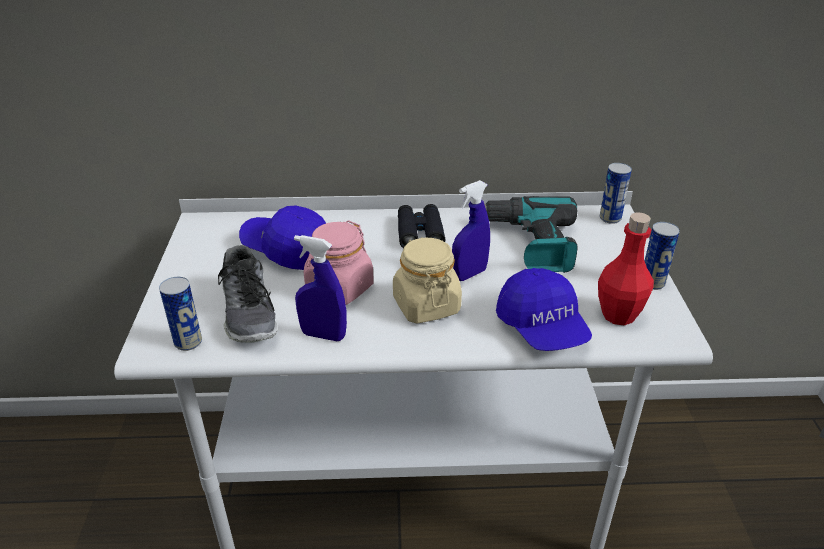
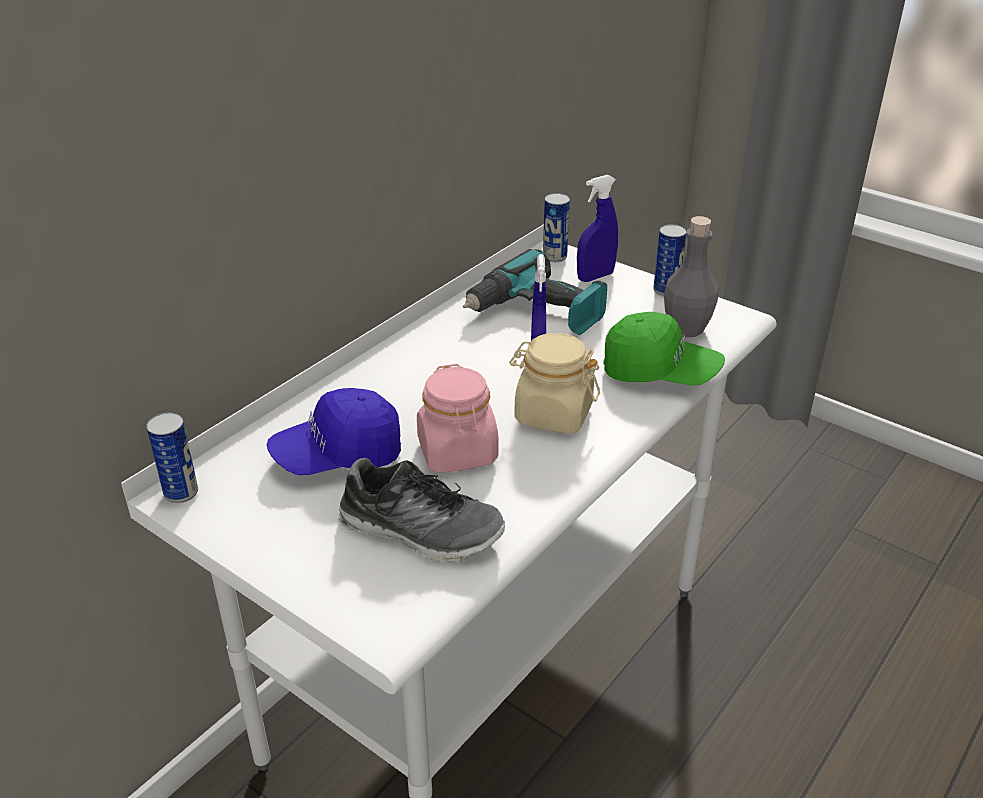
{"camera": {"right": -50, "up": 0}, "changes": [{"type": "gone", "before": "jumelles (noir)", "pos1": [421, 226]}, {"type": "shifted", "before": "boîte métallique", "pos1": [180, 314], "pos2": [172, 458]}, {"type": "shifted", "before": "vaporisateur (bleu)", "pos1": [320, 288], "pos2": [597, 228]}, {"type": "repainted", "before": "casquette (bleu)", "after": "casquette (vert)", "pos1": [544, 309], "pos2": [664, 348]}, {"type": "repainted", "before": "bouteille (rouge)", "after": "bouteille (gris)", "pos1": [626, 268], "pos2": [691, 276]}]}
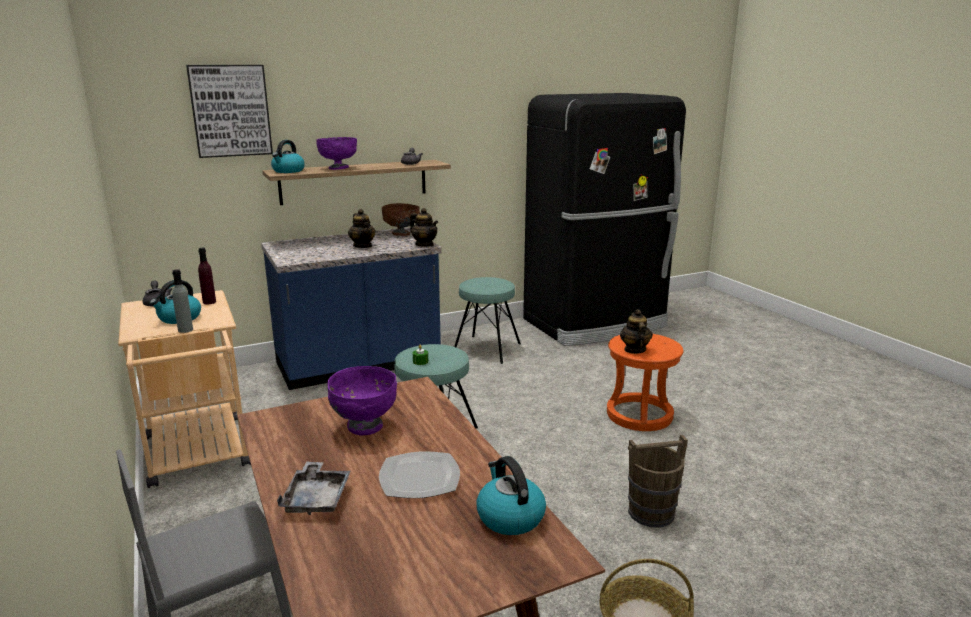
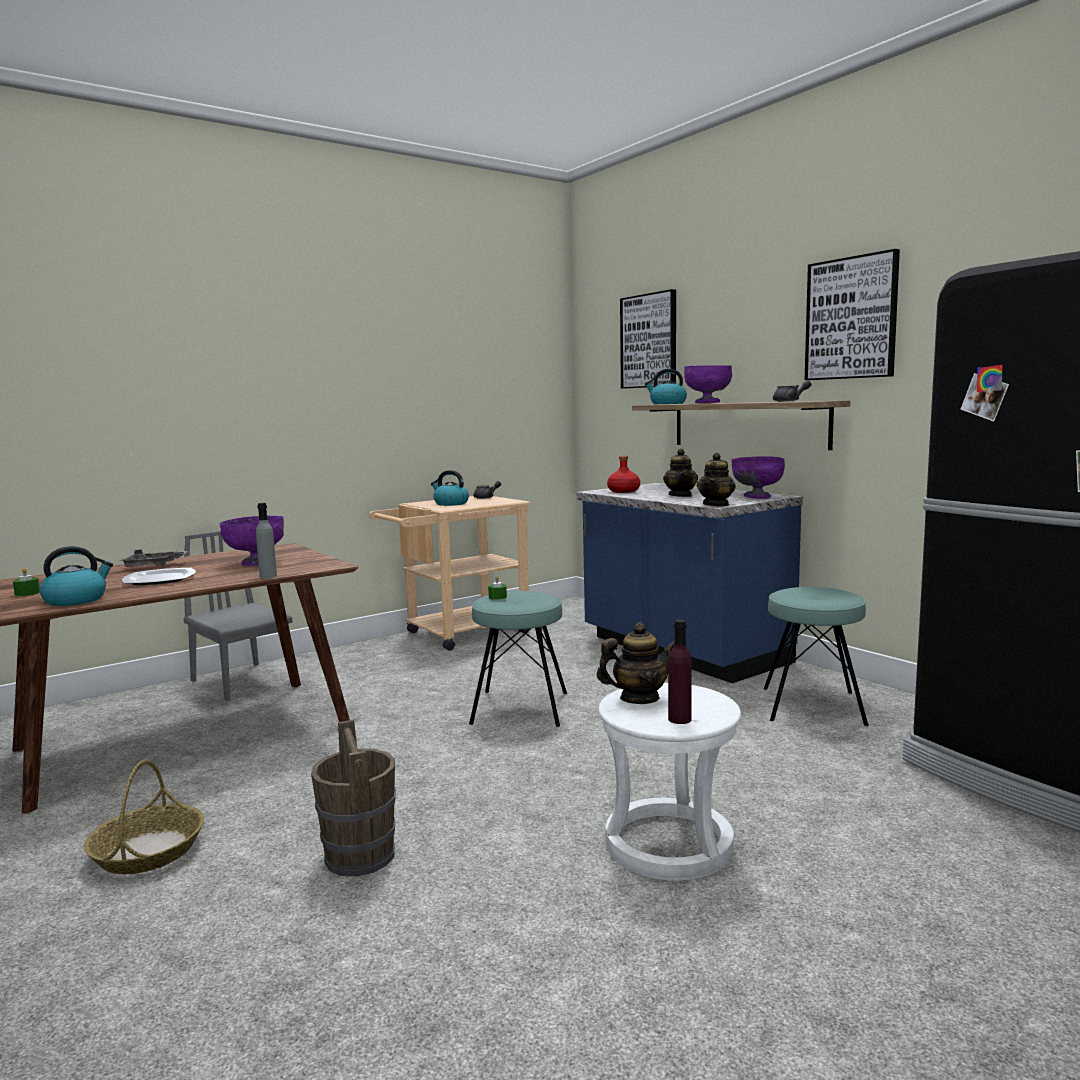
{"camera": {"right": 80, "up": -10}, "changes": [{"type": "new", "after": "bougie (vert)", "pos2": [26, 582]}, {"type": "new", "after": "bouteille (rouge)", "pos2": [623, 474]}, {"type": "new", "after": "tableau", "pos2": [852, 314]}, {"type": "shifted", "before": "bouteille (gris)", "pos1": [182, 301], "pos2": [266, 540]}, {"type": "shifted", "before": "bouteille (violet)", "pos1": [207, 276], "pos2": [680, 671]}, {"type": "repainted", "before": "bol (marron)", "after": "bol (violet)", "pos1": [400, 219], "pos2": [758, 477]}, {"type": "repainted", "before": "tabouret (orange)", "after": "tabouret (blanc)", "pos1": [645, 382], "pos2": [669, 782]}, {"type": "rotated", "before": "théière", "pos1": [362, 228], "pos2": [680, 473], "turn": -60}]}
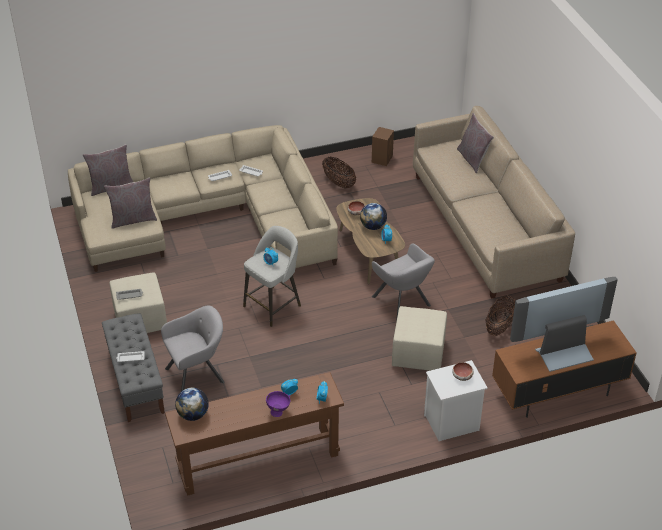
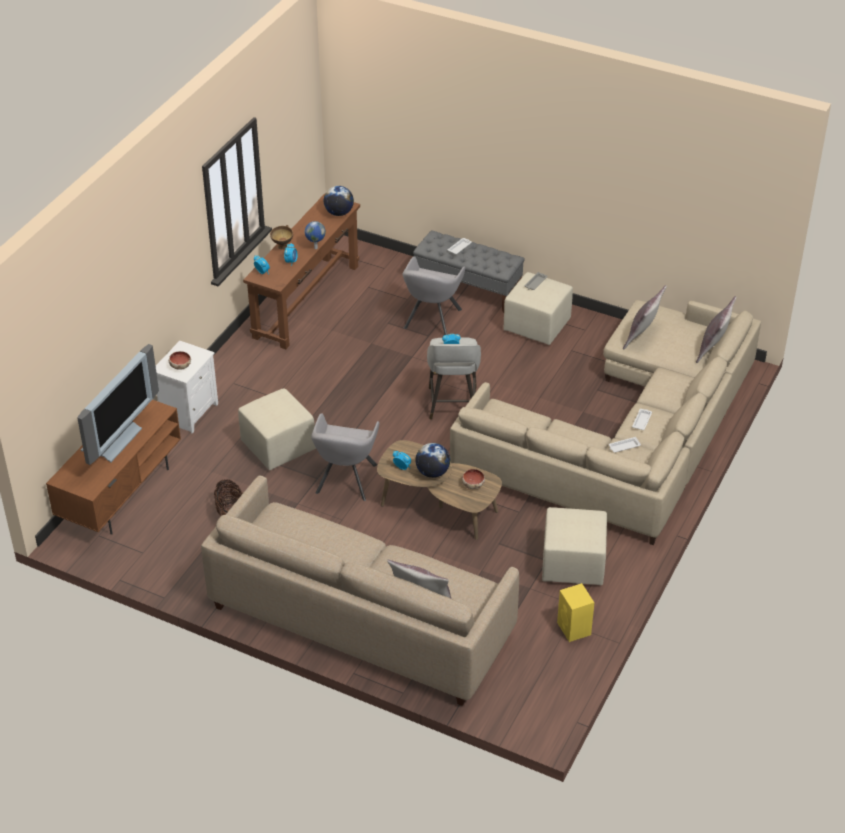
{"camera": {"right": 135, "up": 0}, "changes": [{"type": "new", "after": "globe", "pos2": [315, 235]}, {"type": "swapped", "before": "panier", "after": "pouf (beige)", "pos1": [339, 173], "pos2": [574, 546]}, {"type": "repainted", "before": "bol (violet)", "after": "bol (marron)", "pos1": [278, 404], "pos2": [281, 237]}, {"type": "repainted", "before": "enceinte (marron)", "after": "enceinte (jaune)", "pos1": [383, 146], "pos2": [575, 612]}, {"type": "rotated", "before": "fauteuil (gris)", "pos1": [403, 282], "pos2": [345, 457], "turn": -90}]}
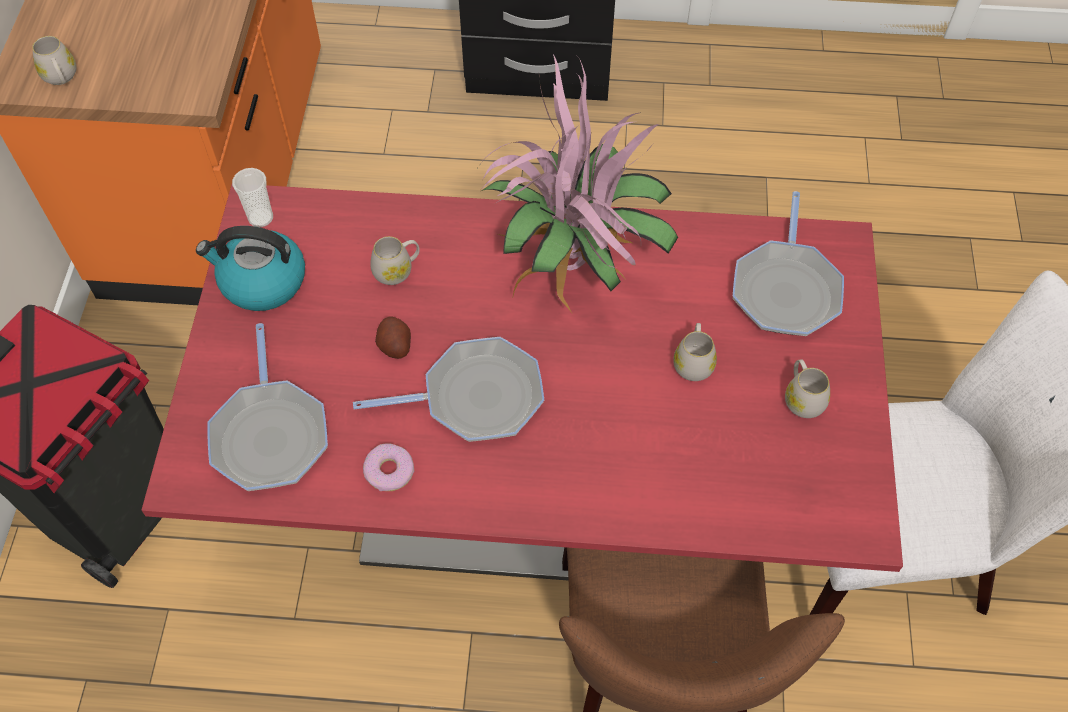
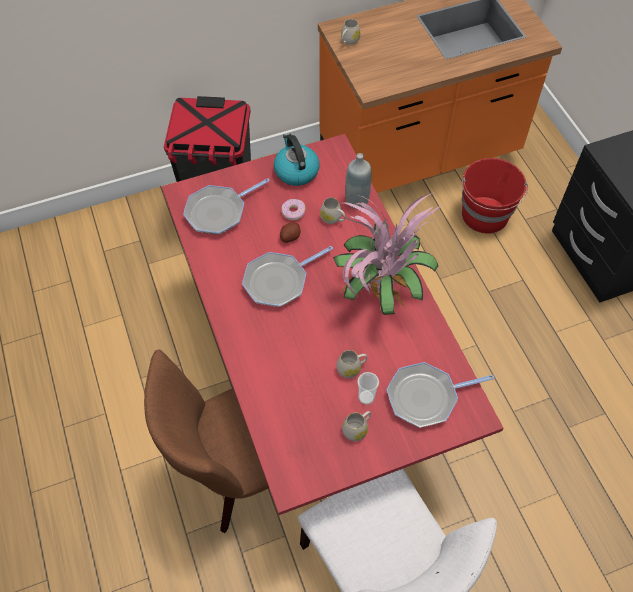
{"camera": {"right": 65, "up": 0}, "changes": [{"type": "new", "after": "bouteille (gris)", "pos2": [358, 181]}, {"type": "new", "after": "seau (rouge)", "pos2": [495, 196]}, {"type": "shifted", "before": "tasse", "pos1": [252, 197], "pos2": [368, 388]}, {"type": "shifted", "before": "beignet", "pos1": [388, 467], "pos2": [293, 210]}, {"type": "rotated", "before": "poêle", "pos1": [448, 389], "pos2": [287, 276], "turn": 90}]}
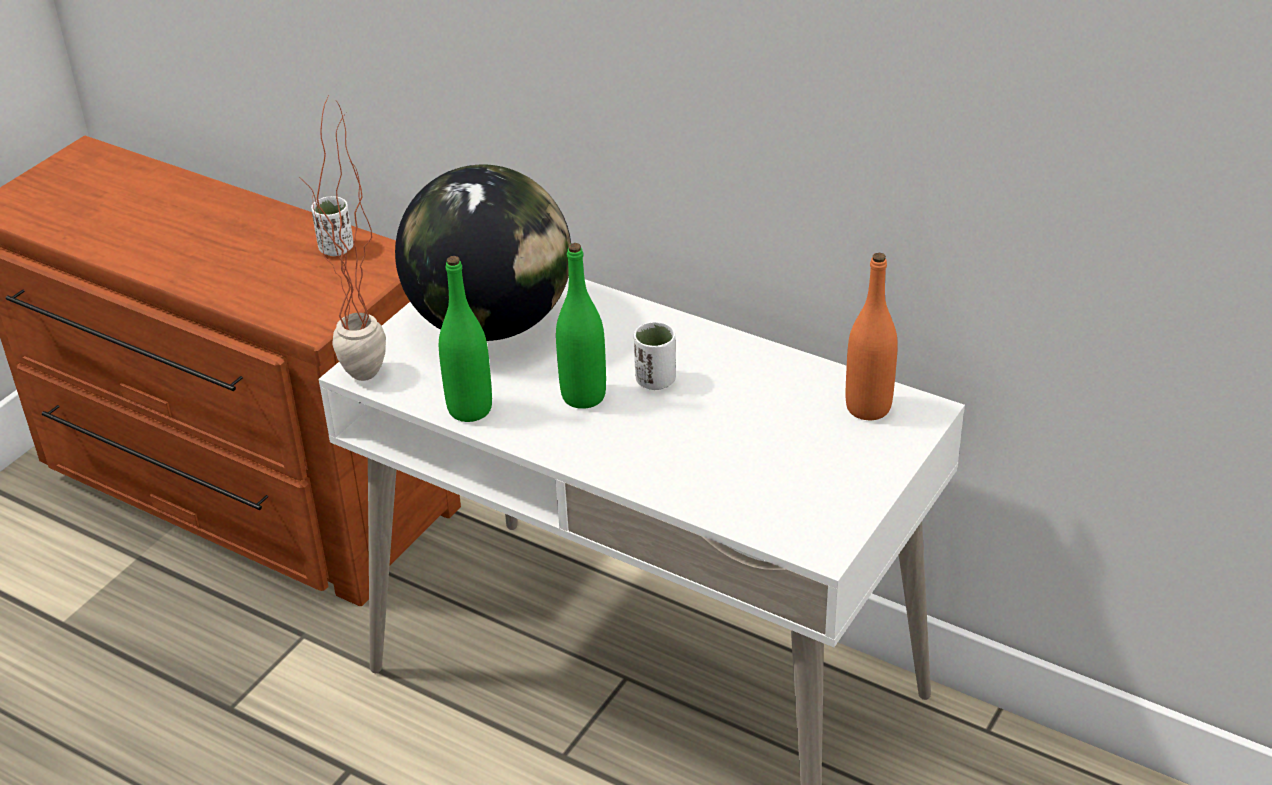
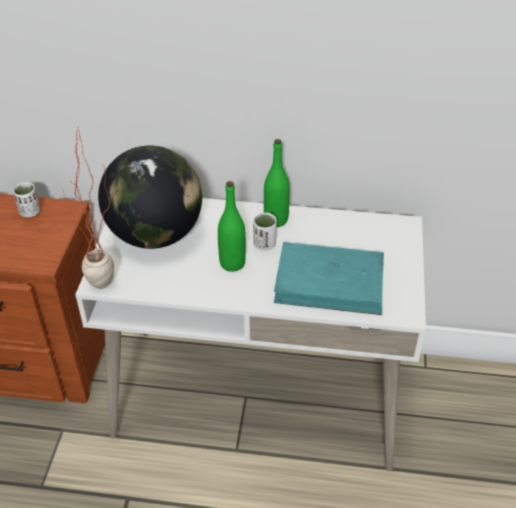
{"camera": {"right": -25, "up": 5}, "changes": [{"type": "gone", "before": "bouteille (orange)", "pos1": [872, 336]}, {"type": "new", "after": "livre (turquoise)", "pos2": [329, 278]}, {"type": "shifted", "before": "bouteille (vert)", "pos1": [465, 339], "pos2": [277, 183]}]}
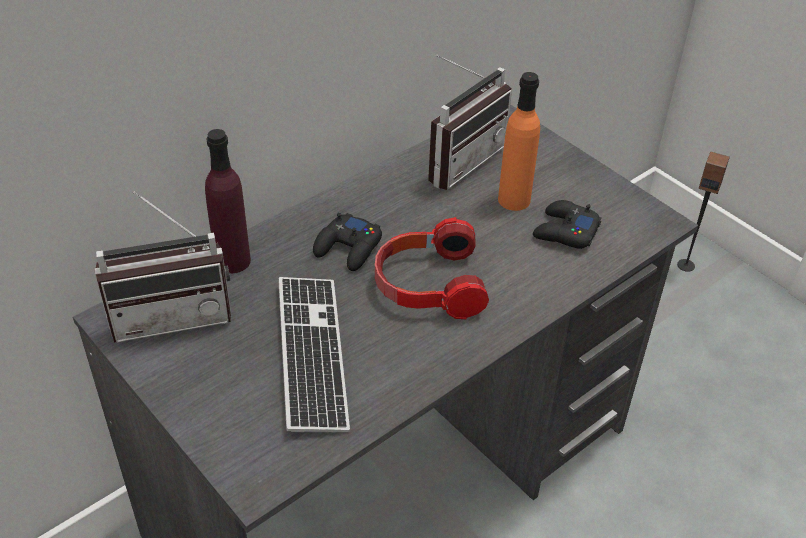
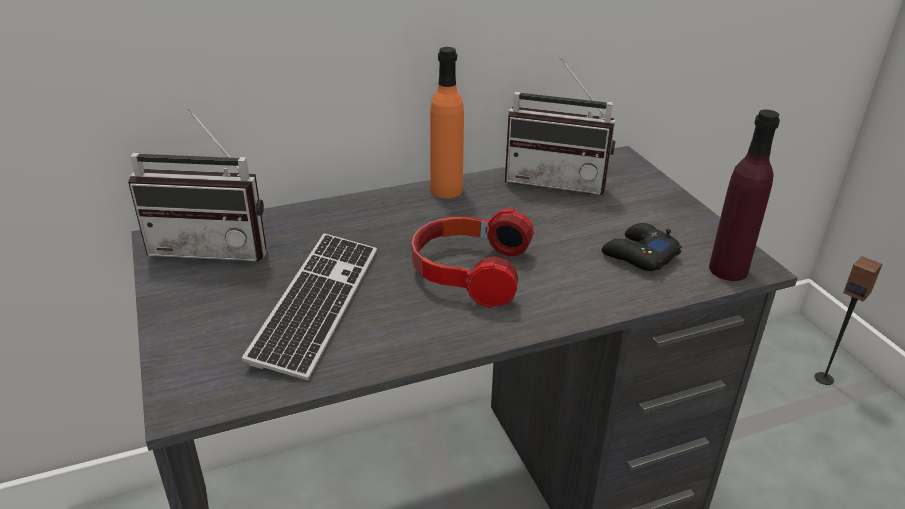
{"camera": {"right": 20, "up": -10}, "changes": [{"type": "gone", "before": "manette (noir)", "pos1": [347, 242]}, {"type": "shifted", "before": "bouteille (violet)", "pos1": [228, 201], "pos2": [744, 195]}, {"type": "shifted", "before": "bouteille (orange)", "pos1": [519, 141], "pos2": [447, 122]}, {"type": "rotated", "before": "radio", "pos1": [470, 122], "pos2": [560, 126], "turn": 45}]}
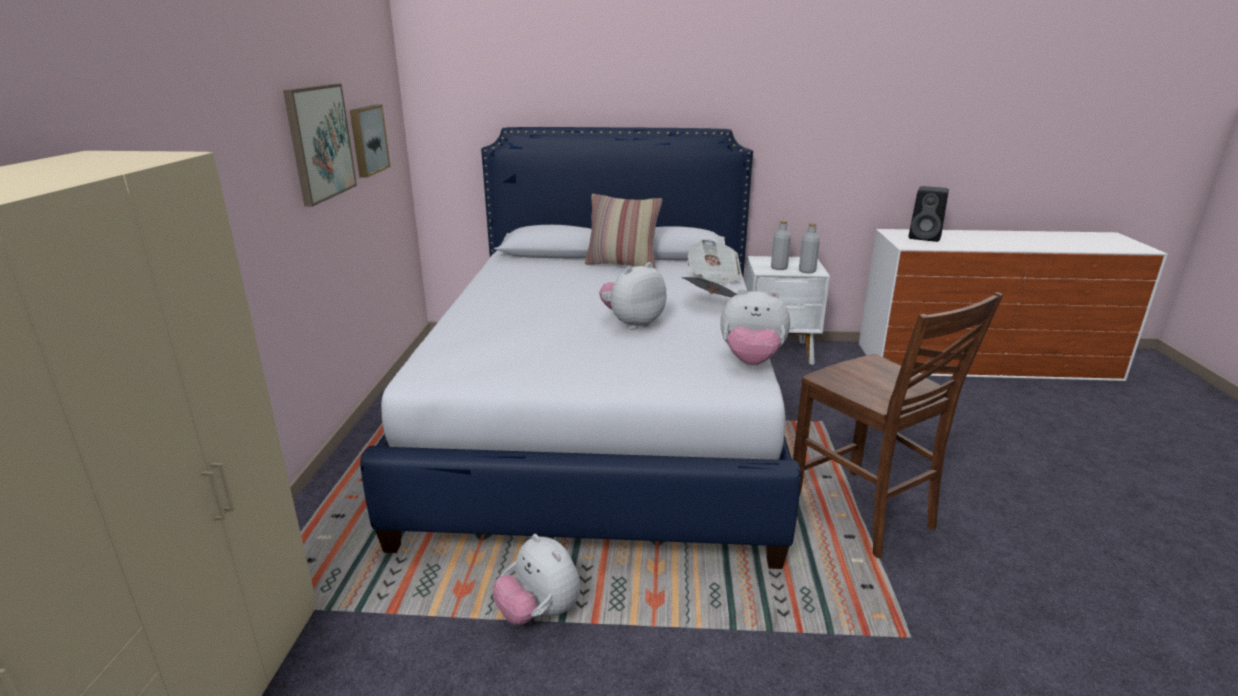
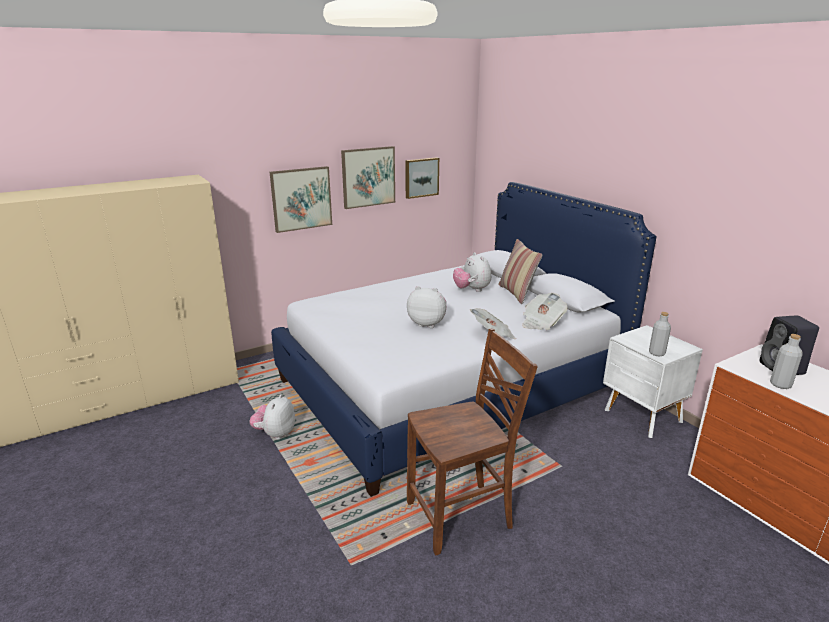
{"camera": {"right": 55, "up": 0}, "changes": [{"type": "new", "after": "tableau", "pos2": [301, 199]}, {"type": "shifted", "before": "peluche", "pos1": [755, 326], "pos2": [472, 272]}, {"type": "shifted", "before": "bouteille (gris)", "pos1": [781, 245], "pos2": [786, 361]}, {"type": "rotated", "before": "chaise (marron)", "pos1": [898, 425], "pos2": [472, 441], "turn": -135}]}
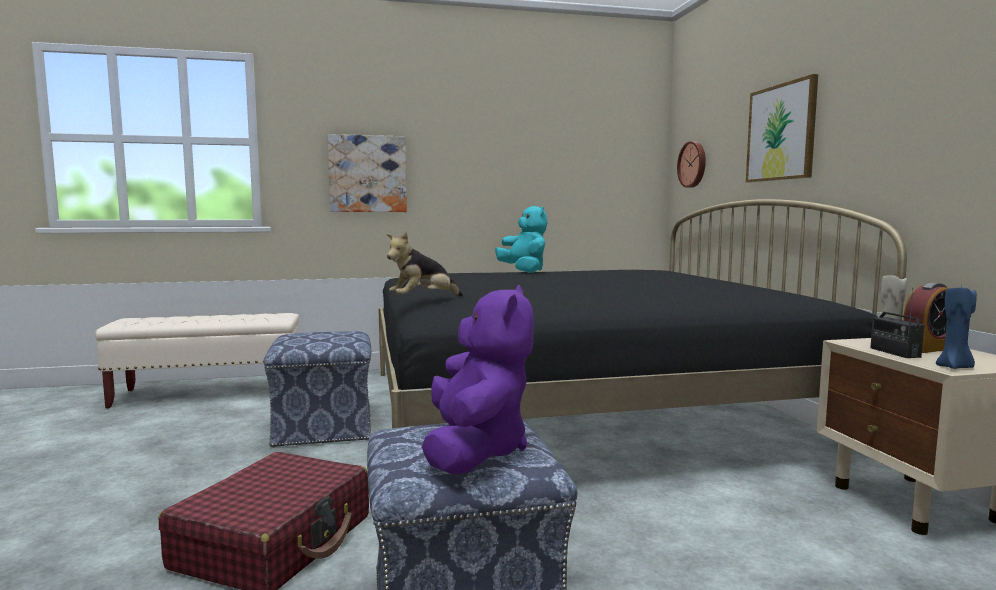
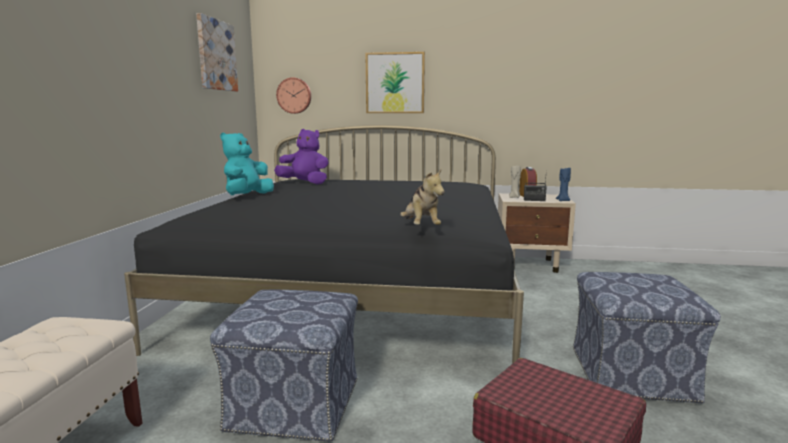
{"camera": {"right": -70, "up": 5}, "changes": [{"type": "shifted", "before": "tableau", "pos1": [367, 173], "pos2": [217, 52]}, {"type": "shifted", "before": "peluche (violet)", "pos1": [478, 380], "pos2": [301, 157]}, {"type": "rotated", "before": "peluche (turquoise)", "pos1": [521, 239], "pos2": [247, 163], "turn": -60}]}
